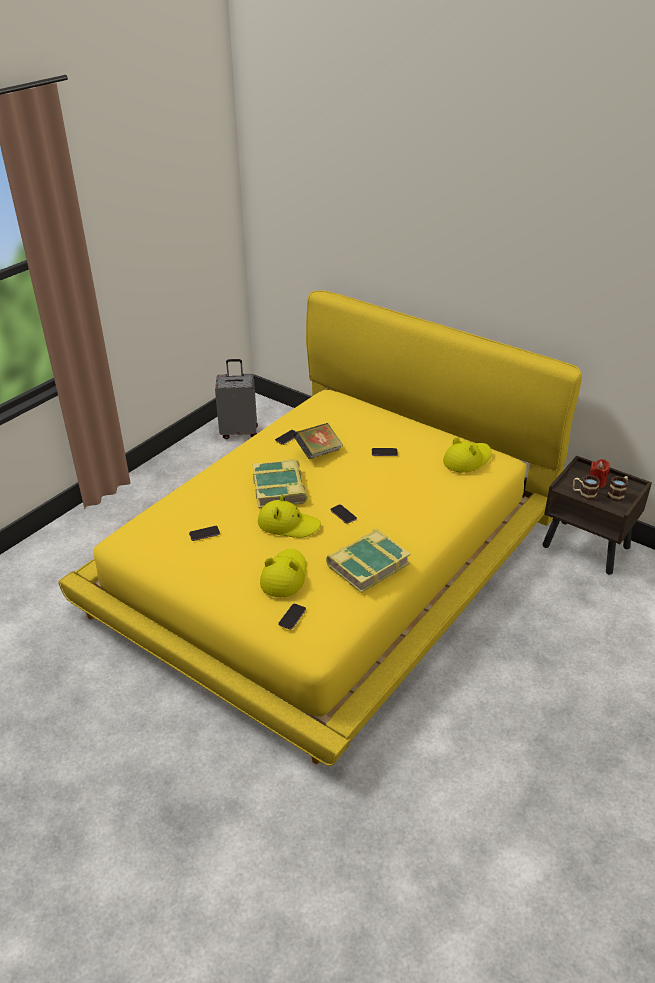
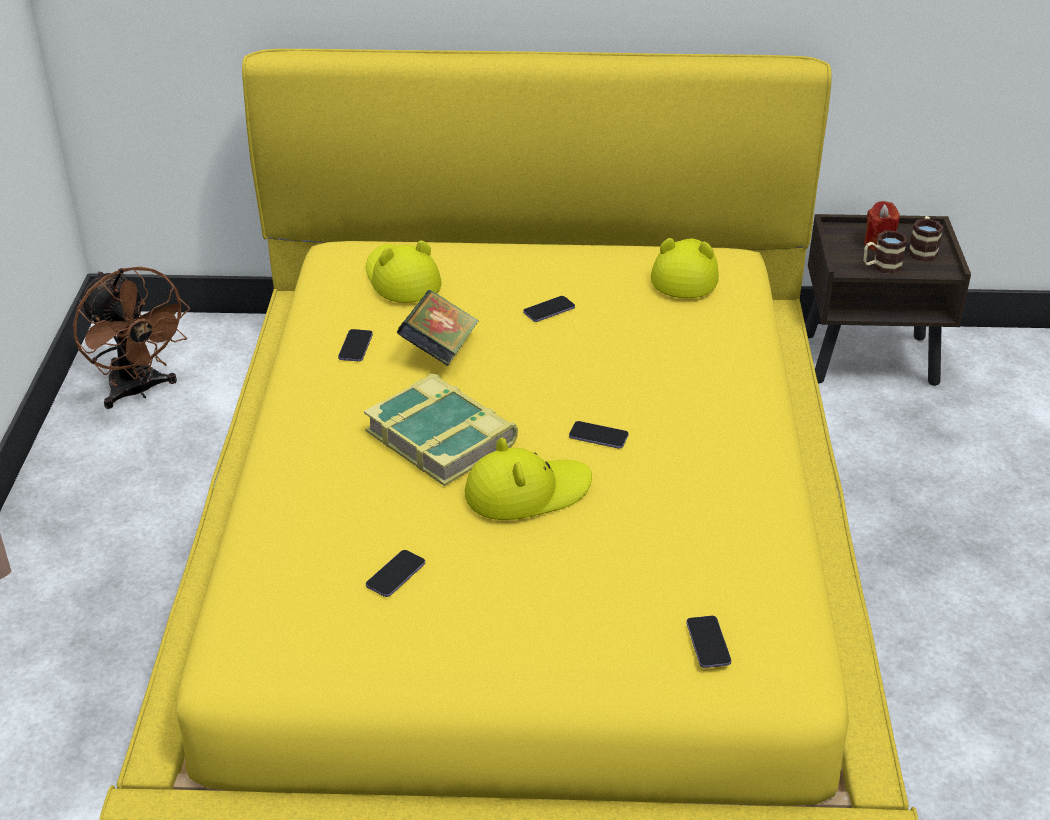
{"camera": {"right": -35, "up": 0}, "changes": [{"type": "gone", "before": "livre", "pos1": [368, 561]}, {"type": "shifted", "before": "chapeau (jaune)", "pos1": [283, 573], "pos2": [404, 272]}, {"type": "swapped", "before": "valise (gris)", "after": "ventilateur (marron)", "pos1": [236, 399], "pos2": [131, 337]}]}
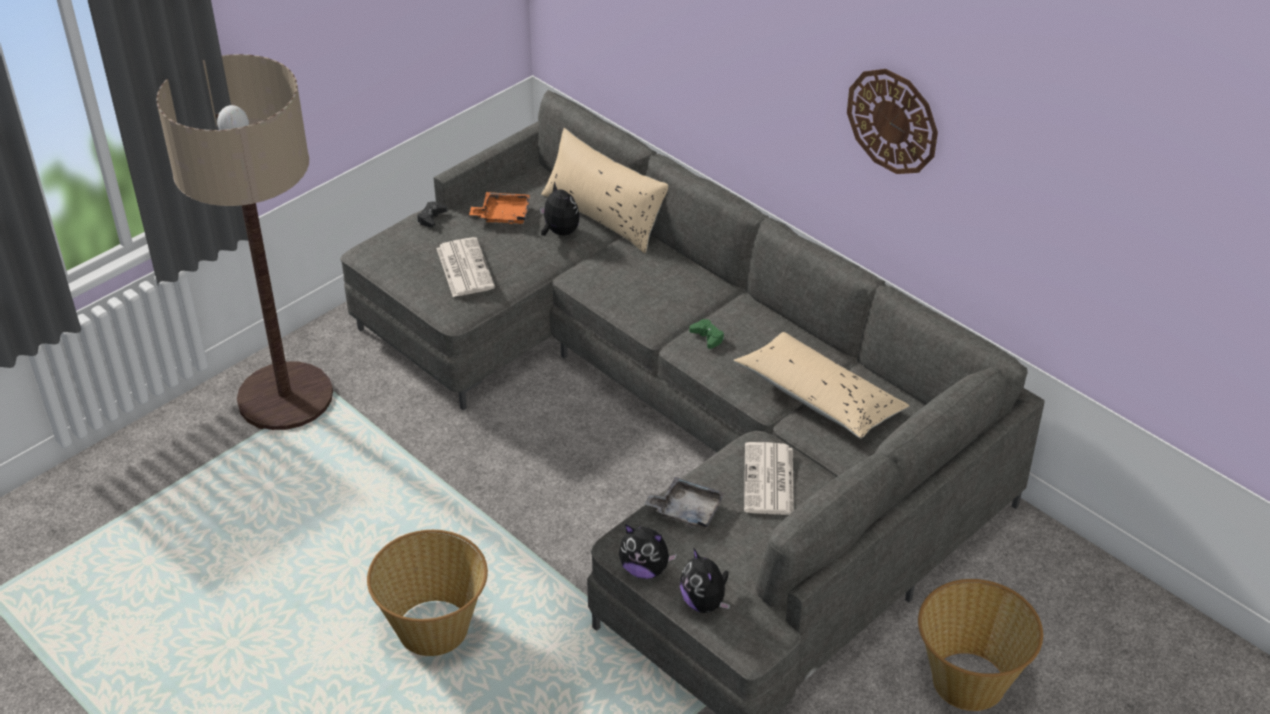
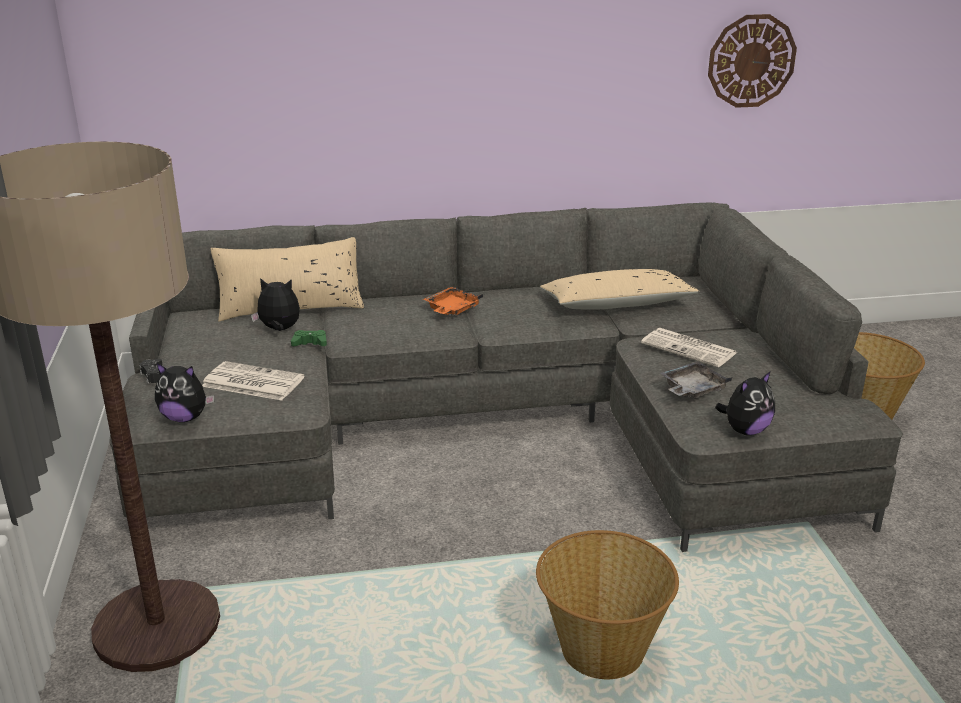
{"camera": {"right": -55, "up": -15}, "changes": [{"type": "shifted", "before": "plateau (orange)", "pos1": [499, 208], "pos2": [453, 301]}, {"type": "shifted", "before": "peluche", "pos1": [705, 580], "pos2": [185, 392]}, {"type": "shifted", "before": "manette (vert)", "pos1": [706, 334], "pos2": [309, 338]}, {"type": "shifted", "before": "horloge murale", "pos1": [892, 121], "pos2": [752, 61]}]}
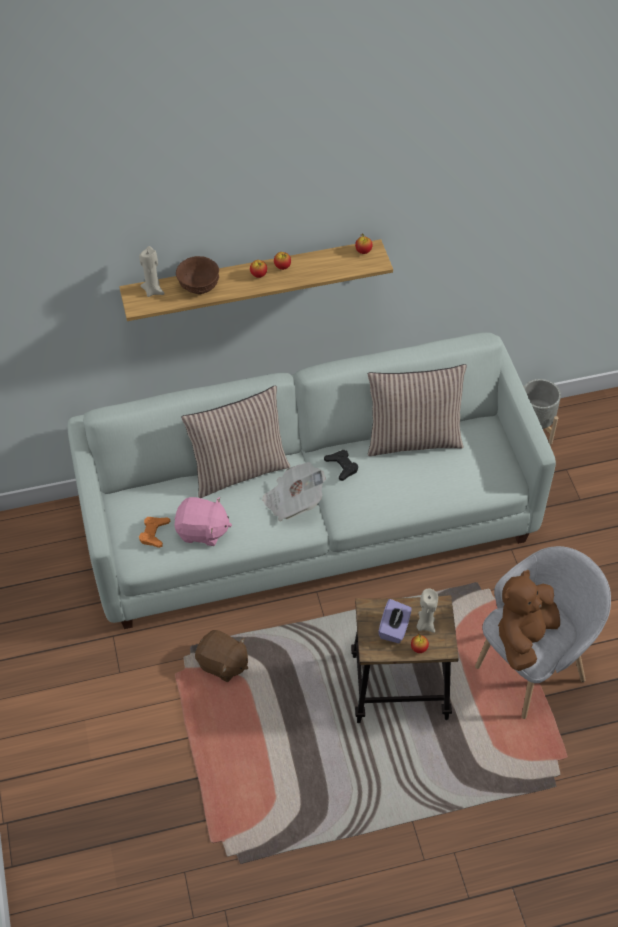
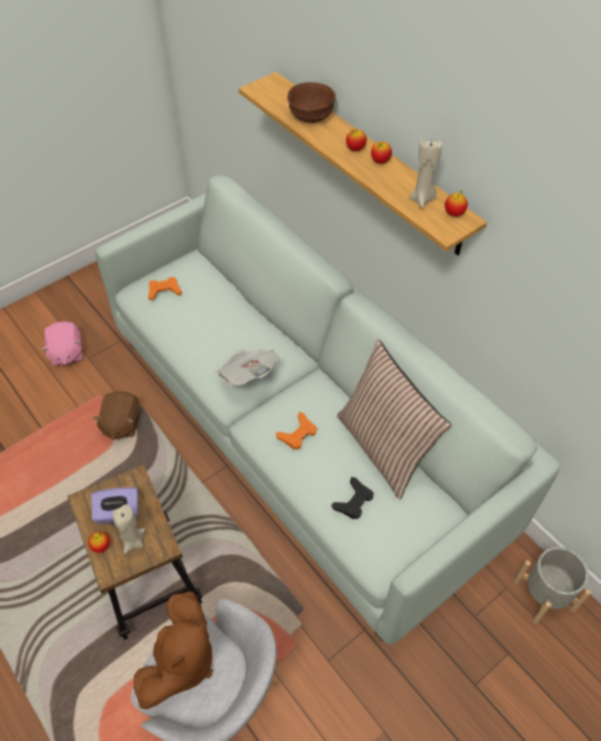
{"camera": {"right": 65, "up": 0}, "changes": [{"type": "gone", "before": "coussin", "pos1": [235, 441]}, {"type": "new", "after": "manette (orange)", "pos2": [296, 431]}, {"type": "shifted", "before": "bougie (beige)", "pos1": [152, 271], "pos2": [425, 174]}, {"type": "shifted", "before": "peluche (rose)", "pos1": [203, 521], "pos2": [61, 343]}, {"type": "shifted", "before": "manette (noir)", "pos1": [341, 465], "pos2": [353, 498]}, {"type": "rotated", "before": "peluche (marron)", "pos1": [529, 620], "pos2": [173, 650], "turn": 105}]}
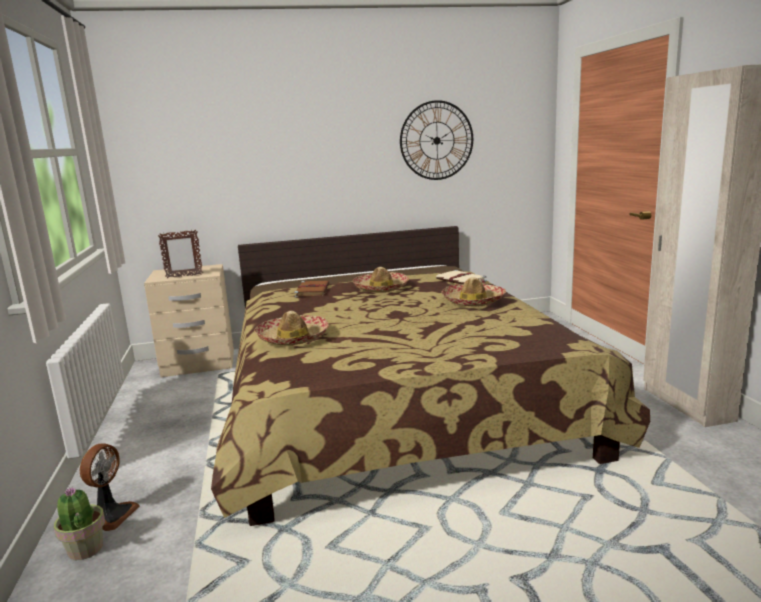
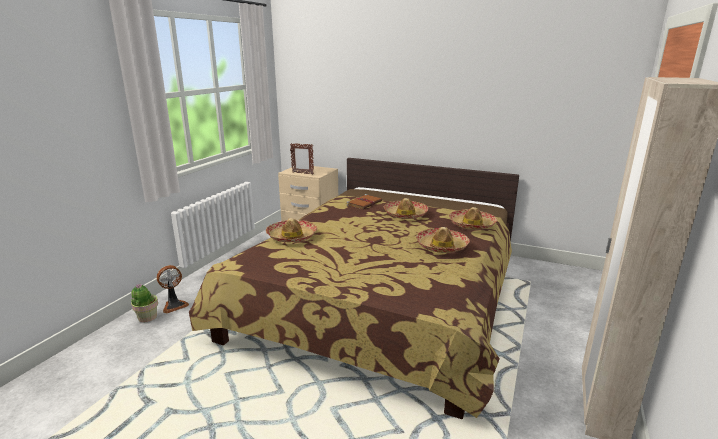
{"camera": {"right": 35, "up": 5}, "changes": [{"type": "gone", "before": "horloge murale", "pos1": [436, 140]}, {"type": "swapped", "before": "livre (beige)", "after": "chapeau", "pos1": [461, 277], "pos2": [473, 218]}]}
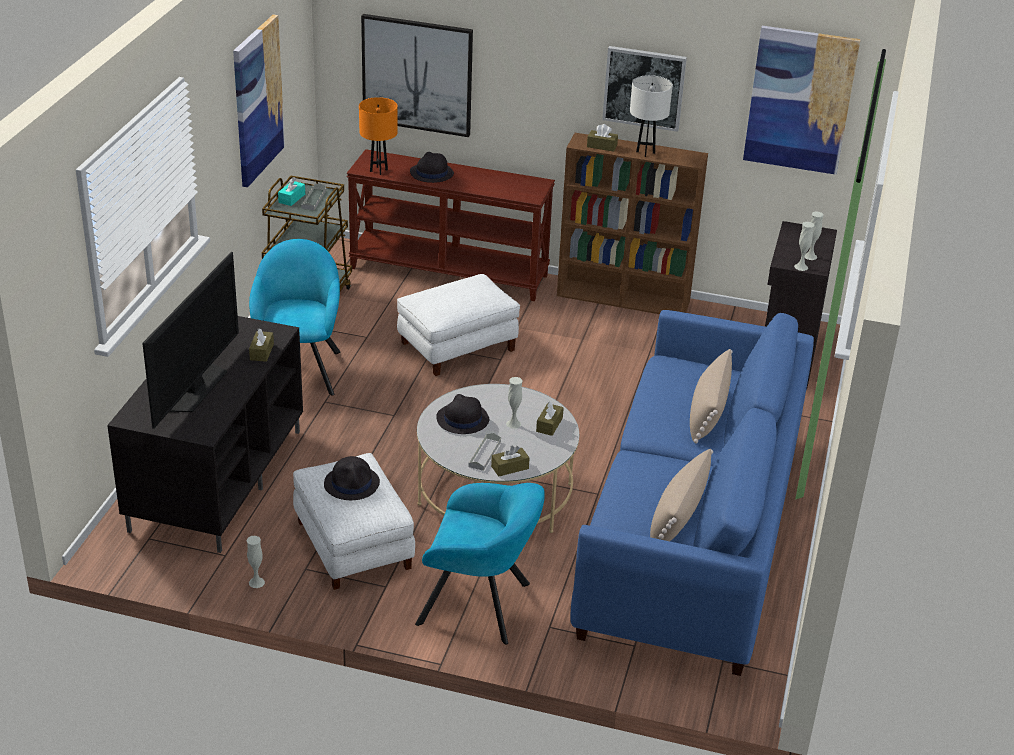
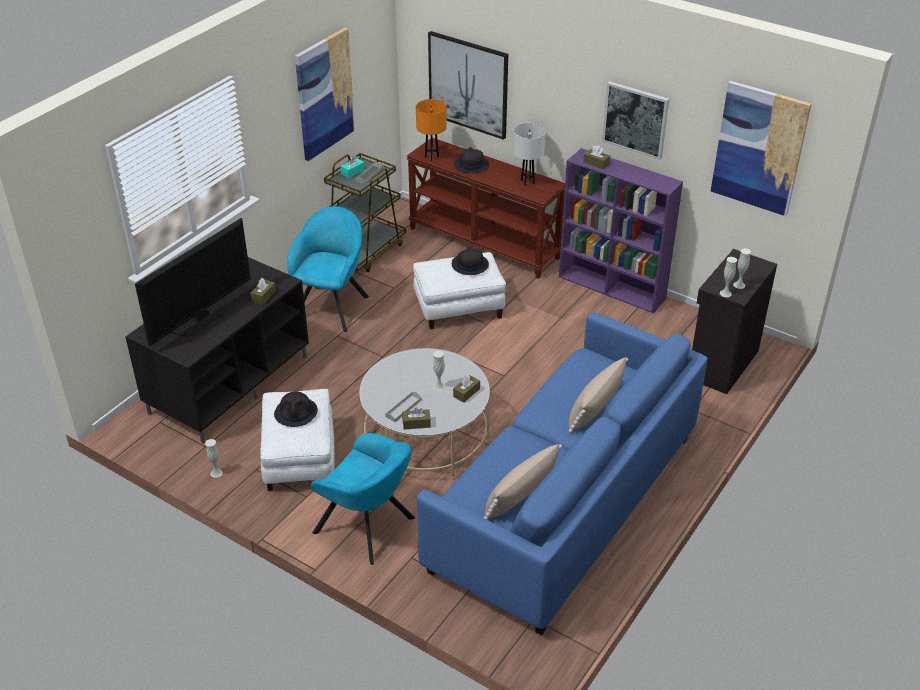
{"camera": {"right": 20, "up": 5}, "changes": [{"type": "shifted", "before": "chapeau (noir)", "pos1": [462, 414], "pos2": [470, 261]}, {"type": "shifted", "before": "lampe de table (blanc)", "pos1": [651, 116], "pos2": [529, 154]}, {"type": "repainted", "before": "bibliothèque (marron)", "after": "bibliothèque (violet)", "pos1": [632, 223], "pos2": [621, 230]}]}
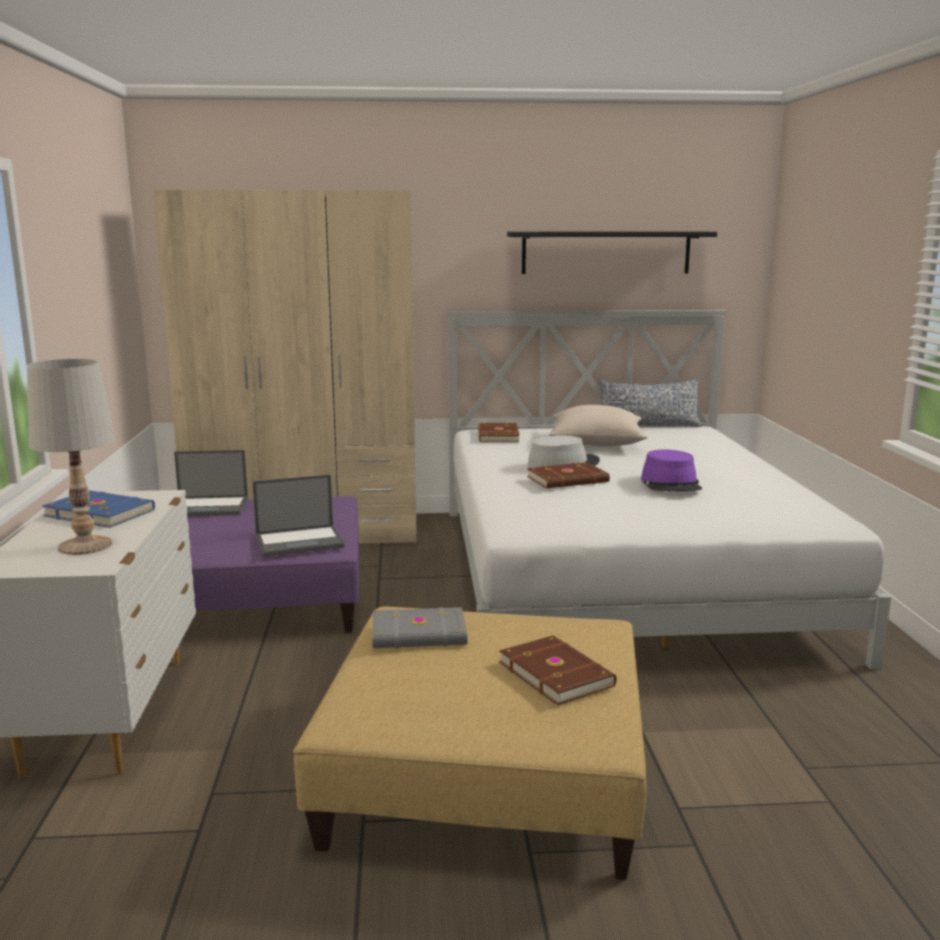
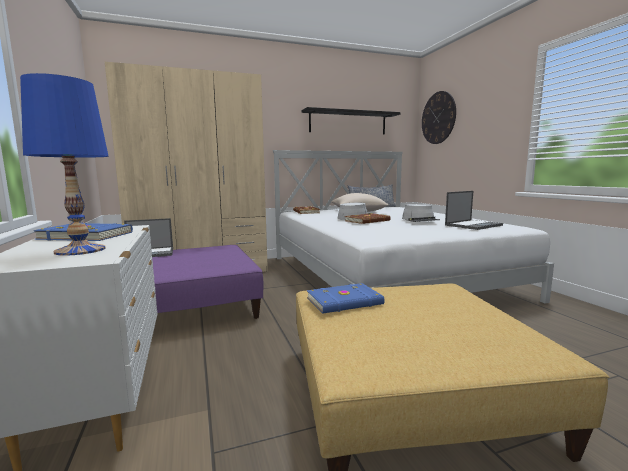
{"camera": {"right": -15, "up": -5}, "changes": [{"type": "gone", "before": "livre (marron)", "pos1": [558, 670]}, {"type": "new", "after": "horloge murale", "pos2": [439, 117]}, {"type": "shifted", "before": "ordinateur portable", "pos1": [298, 515], "pos2": [474, 210]}, {"type": "repainted", "before": "lampe de table (blanc)", "after": "lampe de table (bleu)", "pos1": [71, 457], "pos2": [64, 164]}, {"type": "repainted", "before": "livre (gris)", "after": "livre (bleu)", "pos1": [419, 627], "pos2": [346, 298]}, {"type": "repainted", "before": "chapeau (violet)", "after": "chapeau (gris)", "pos1": [671, 471], "pos2": [421, 213]}]}
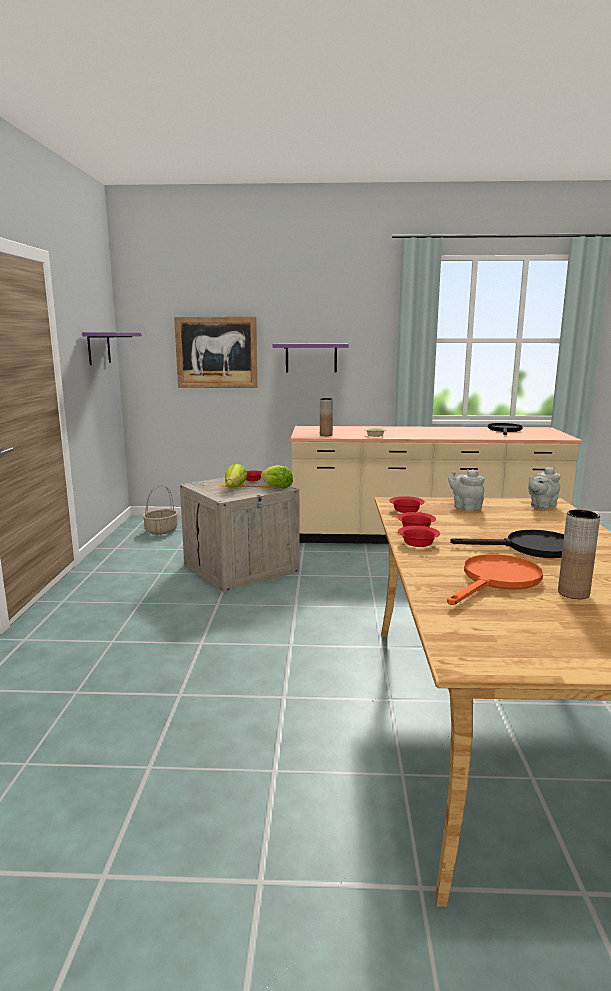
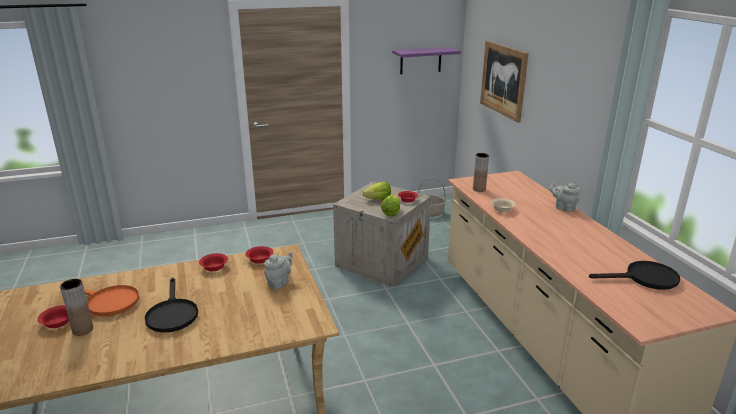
{"camera": {"right": 70, "up": 10}, "changes": [{"type": "gone", "before": "étagère (violet)", "pos1": [310, 358]}, {"type": "shifted", "before": "bol (rouge)", "pos1": [419, 536], "pos2": [53, 316]}, {"type": "shifted", "before": "théière (gris)", "pos1": [544, 488], "pos2": [564, 197]}]}
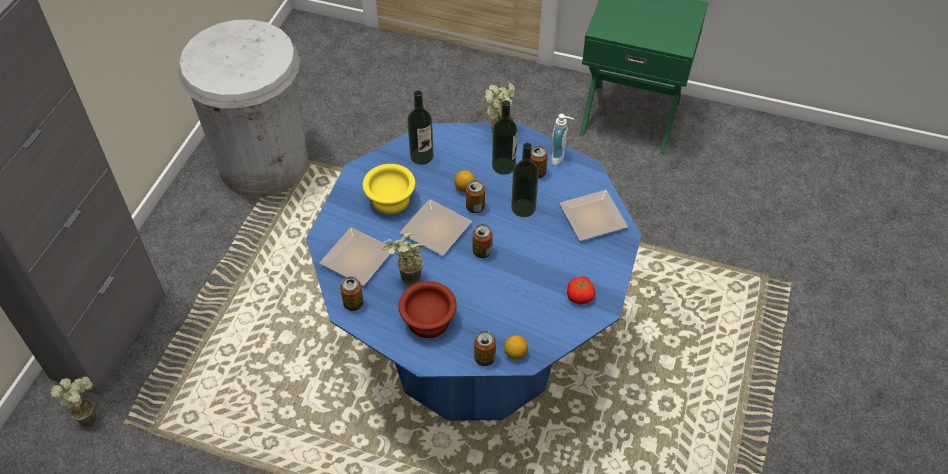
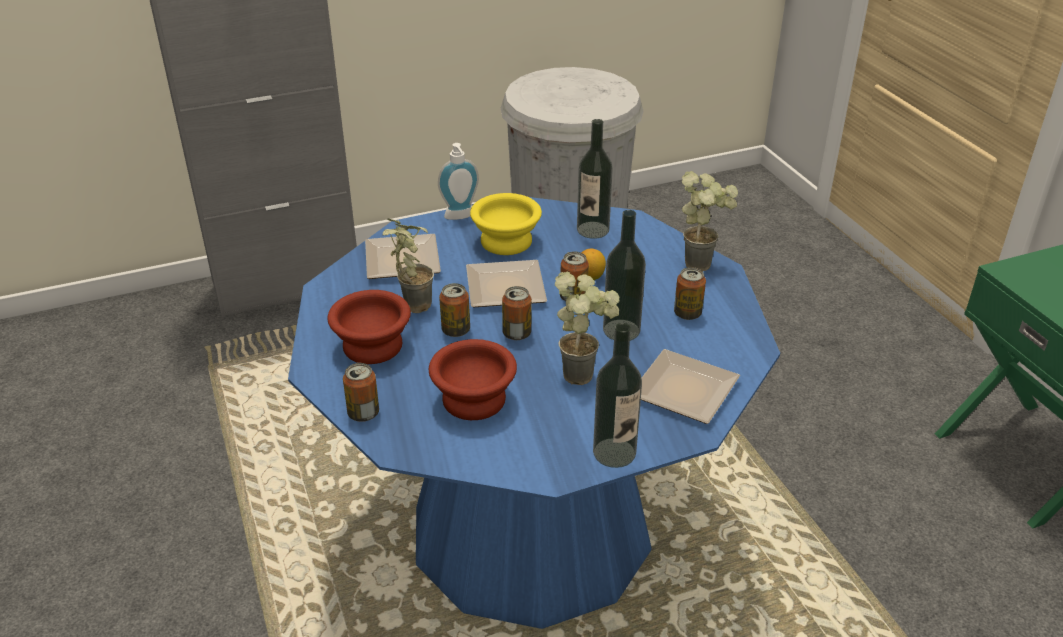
{"camera": {"right": 50, "up": -15}, "changes": [{"type": "gone", "before": "citron", "pos1": [516, 347]}, {"type": "gone", "before": "tomate", "pos1": [581, 290]}, {"type": "new", "after": "bol (marron)", "pos2": [473, 379]}, {"type": "shifted", "before": "plante en pot", "pos1": [74, 402], "pos2": [587, 328]}, {"type": "shifted", "before": "boîte métallique", "pos1": [351, 294], "pos2": [454, 310]}, {"type": "shifted", "before": "bouteille", "pos1": [505, 137], "pos2": [617, 395]}, {"type": "shifted", "before": "distributeur de savon", "pos1": [562, 140], "pos2": [458, 181]}]}
